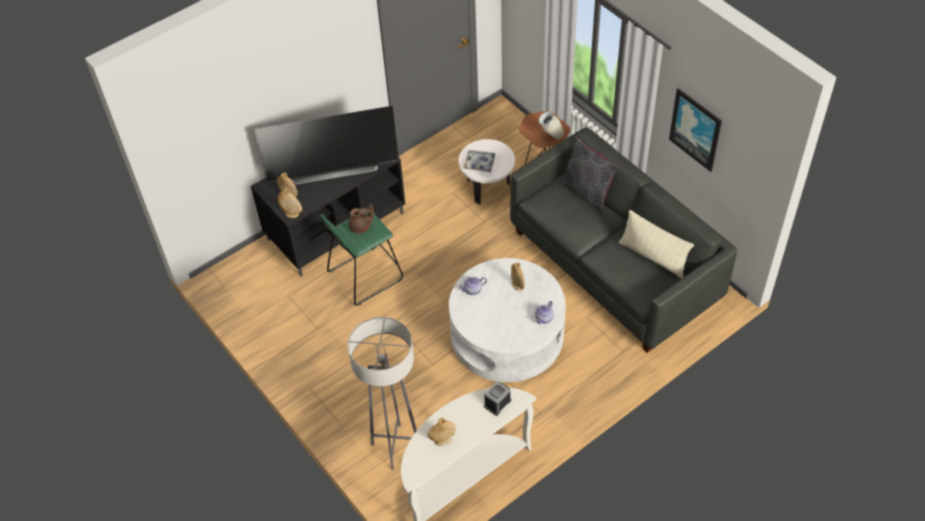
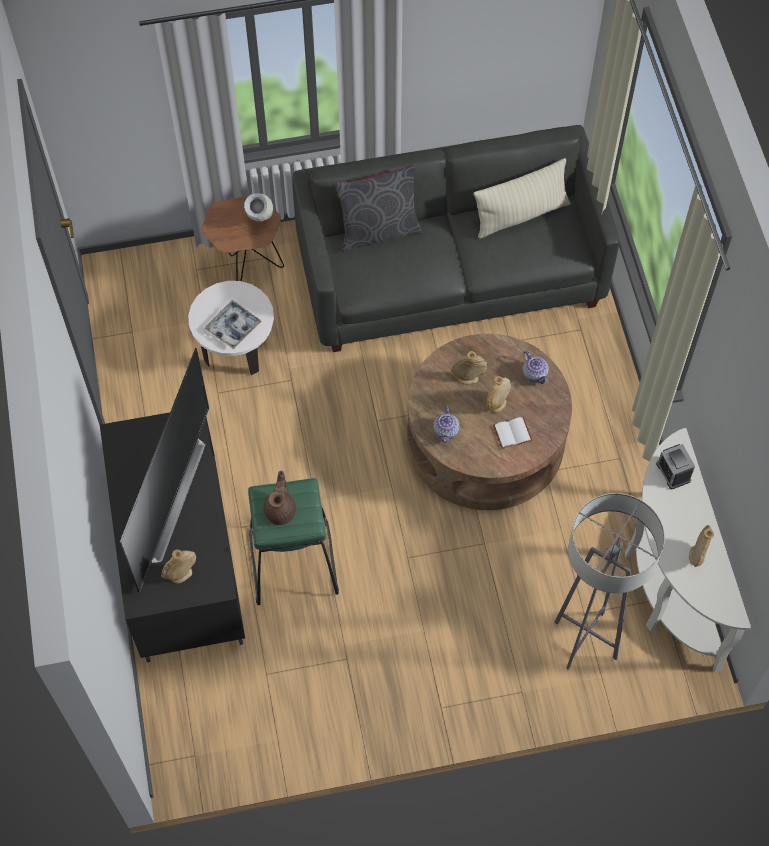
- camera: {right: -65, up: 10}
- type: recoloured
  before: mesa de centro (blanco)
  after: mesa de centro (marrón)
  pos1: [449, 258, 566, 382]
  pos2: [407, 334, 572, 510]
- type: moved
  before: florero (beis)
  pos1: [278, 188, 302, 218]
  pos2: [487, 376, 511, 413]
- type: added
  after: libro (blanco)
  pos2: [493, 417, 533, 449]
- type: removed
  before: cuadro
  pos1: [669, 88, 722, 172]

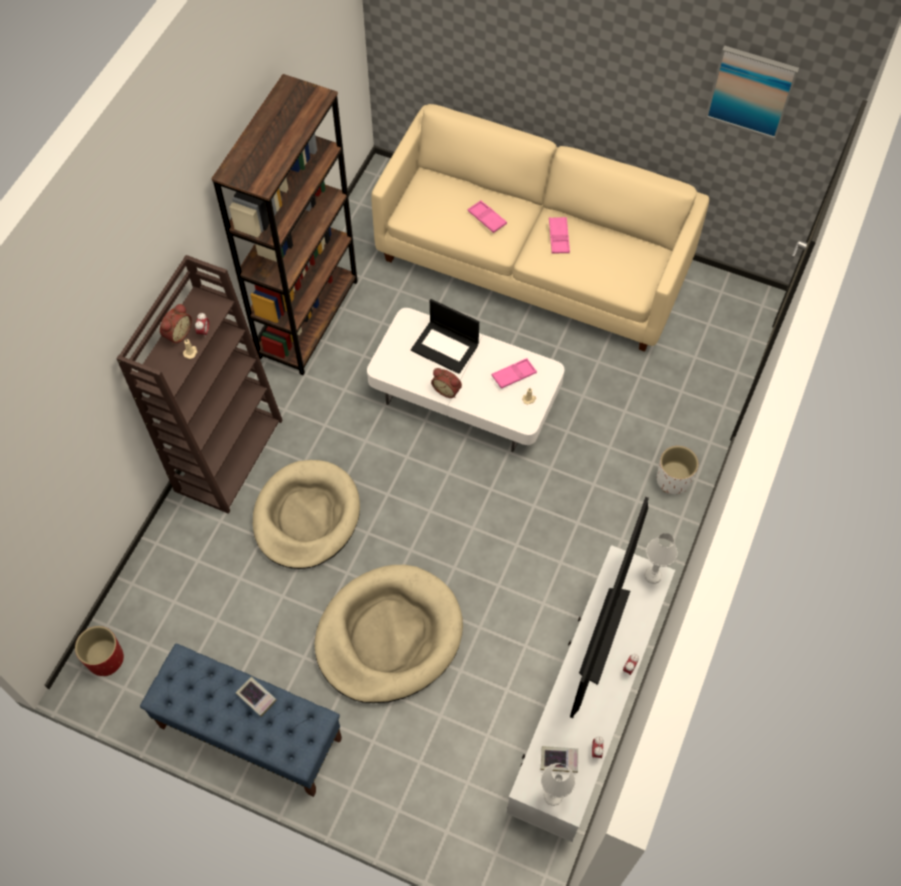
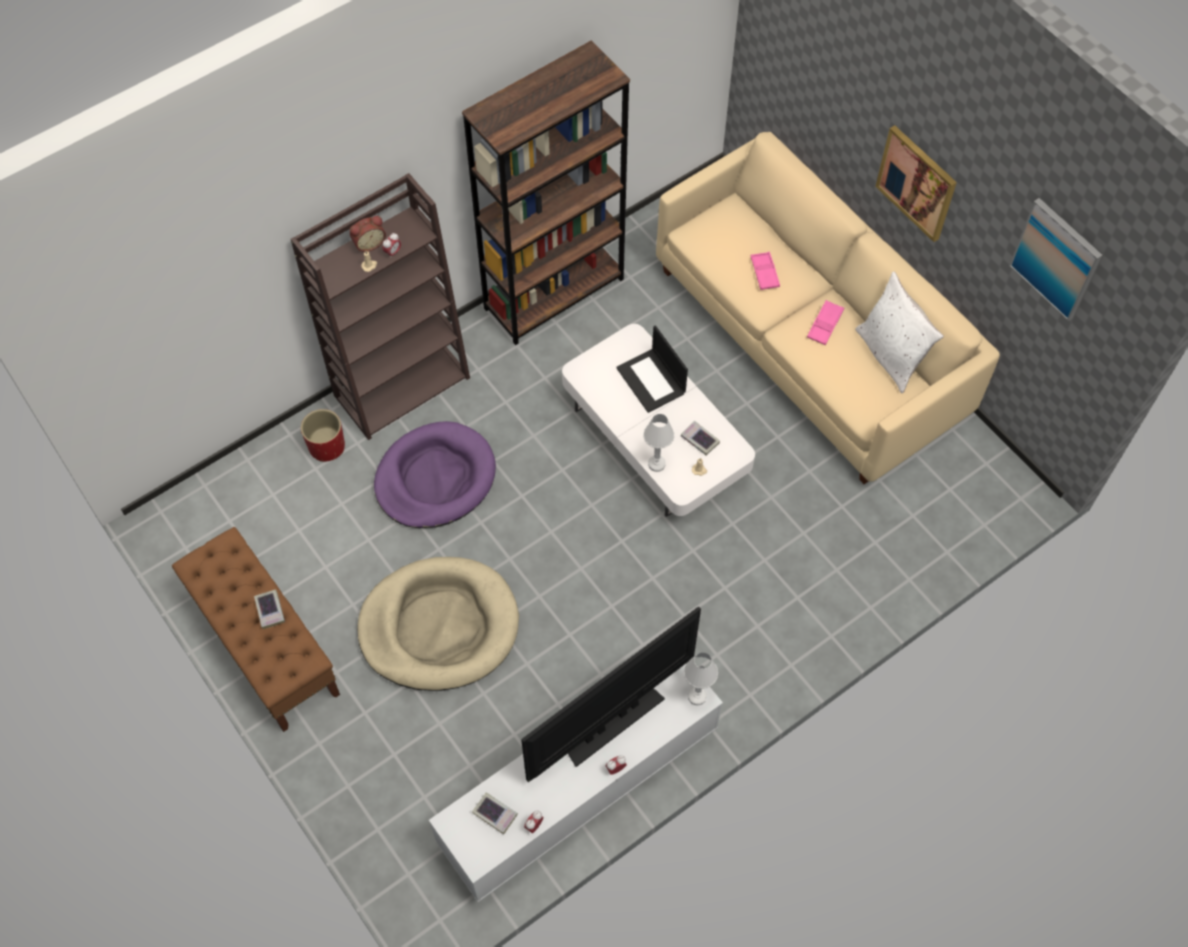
- camera: {right: 30, up: 0}
- type: recoloured
  before: banco (azul)
  after: banco (marrón)
  pos1: [140, 643, 342, 797]
  pos2: [172, 527, 340, 732]
- type: moved
  before: maceta (rojo)
  pos1: [75, 626, 124, 676]
  pos2: [301, 409, 345, 462]
- type: recoloured
  before: cama para perro (beis)
  after: cama para perro (morado)
  pos1: [253, 460, 360, 569]
  pos2: [374, 421, 496, 528]
- type: moved
  before: lámpara de mesa (blanco)
  pos1: [541, 763, 575, 806]
  pos2: [644, 414, 674, 472]
- type: replaced
  before: bandeja (rosa)
  after: libro
  pos1: [492, 358, 537, 389]
  pos2: [681, 421, 720, 455]
- type: added
  after: cojín (blanco)
  pos2: [855, 271, 944, 393]
- type: added
  after: cuadro
  pos2: [875, 125, 957, 242]
- type: removed
  before: despertador
  pos1: [431, 368, 462, 398]
- type: removed
  before: maceta (blanco)
  pos1: [657, 446, 698, 494]

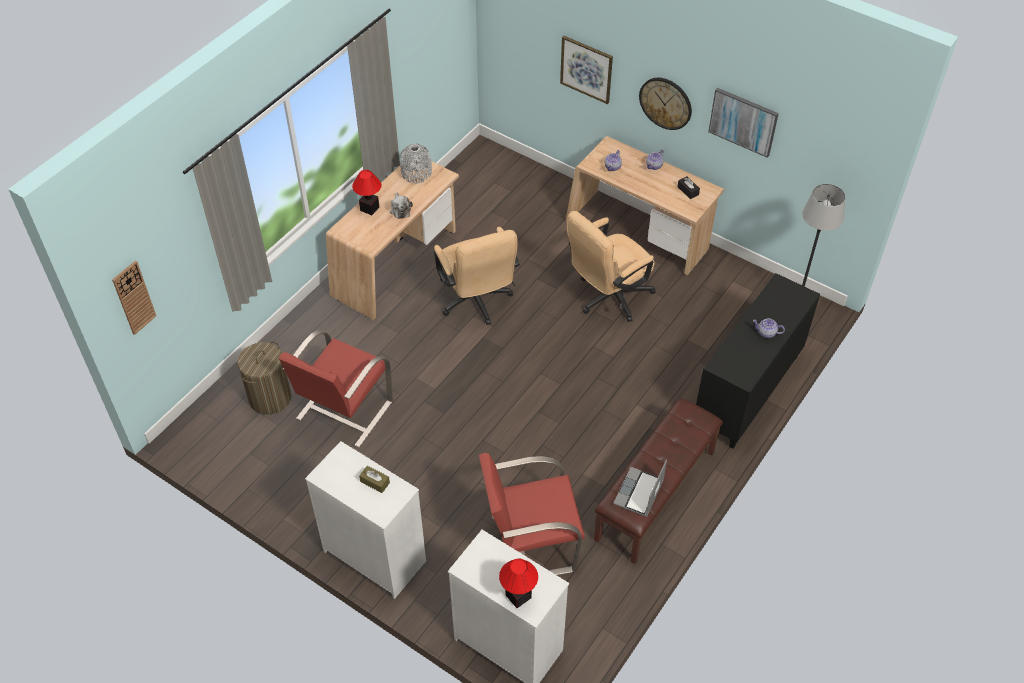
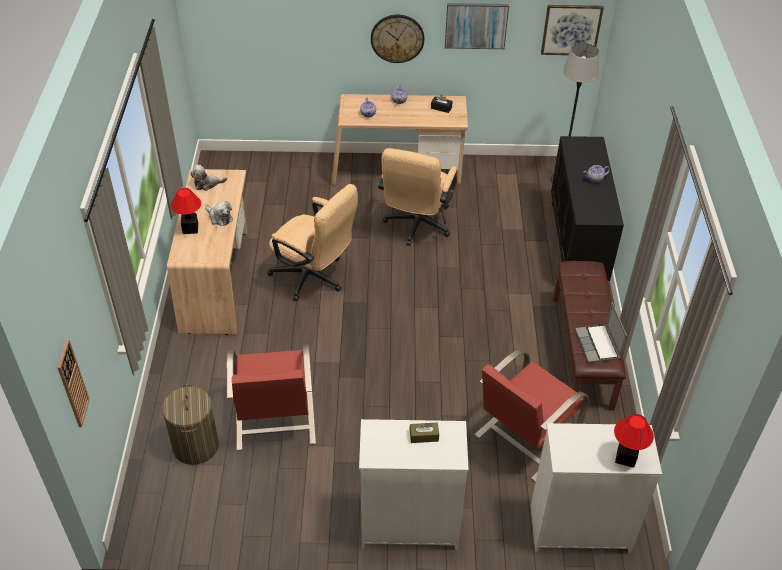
- camera: {right: -35, up: -5}
- type: replaced
  before: florero (gris)
  after: peluche
  pos1: [400, 143, 432, 184]
  pos2: [190, 165, 227, 191]
- type: moved
  before: cuadro
  pos1: [560, 36, 613, 104]
  pos2: [541, 5, 604, 55]

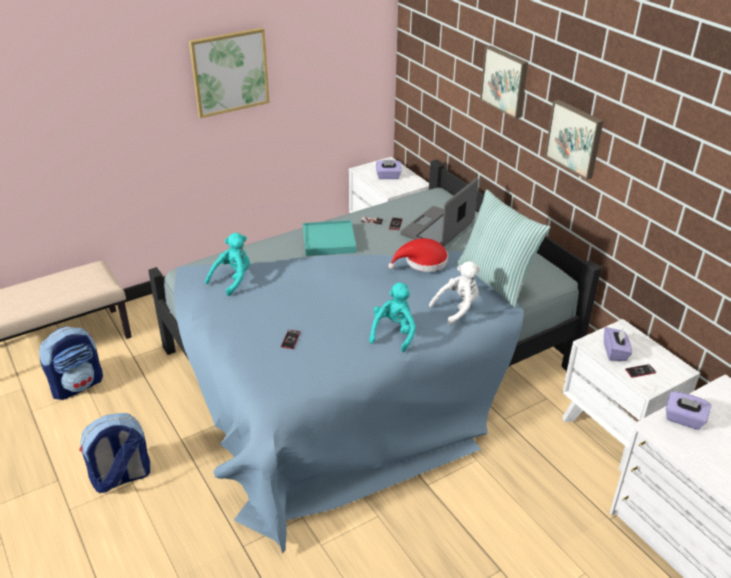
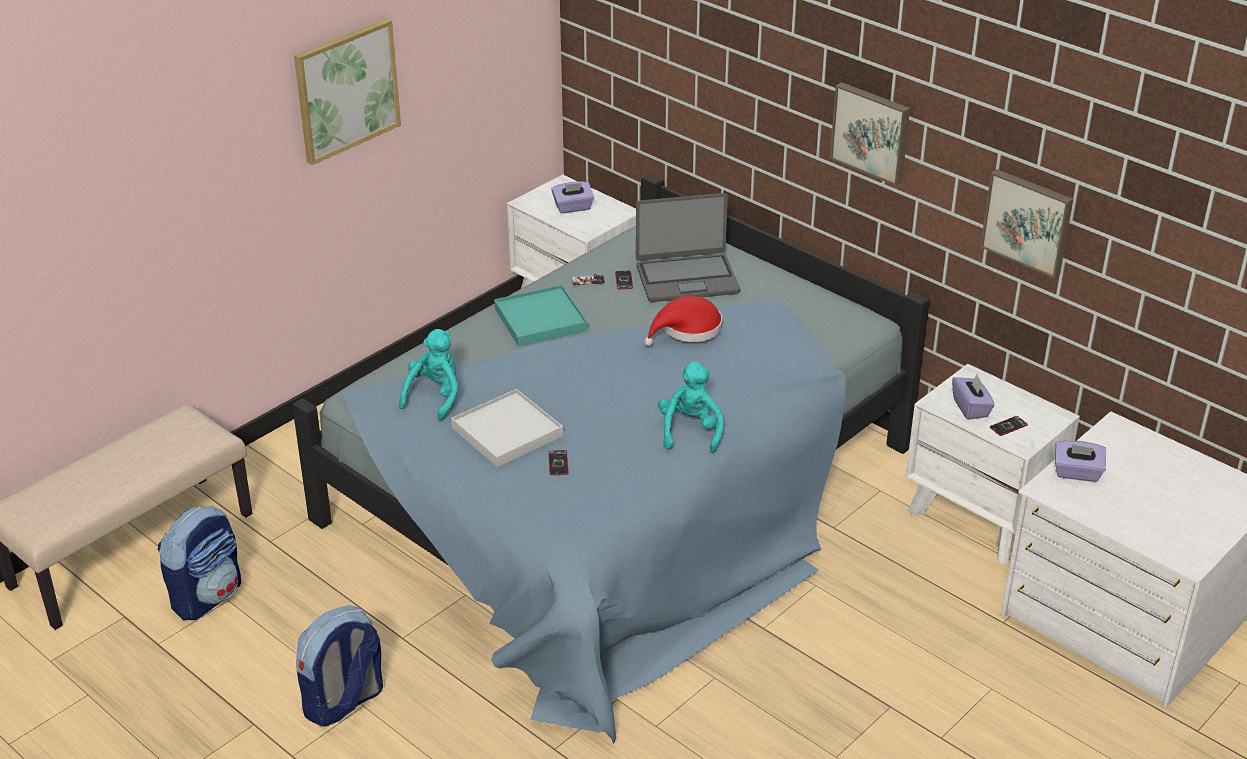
- camera: {right: -15, up: 0}
- type: added
  after: bandeja (blanco)
  pos2: [451, 389, 563, 467]
- type: turned
  before: portátil
  pos1: [400, 178, 479, 247]
  pos2: [636, 193, 740, 302]
  turn: -120
- type: moved
  before: cuadro
  pos1: [480, 45, 528, 119]
  pos2: [980, 169, 1073, 278]
- type: removed
  before: peluche (blanco)
  pos1: [429, 261, 481, 325]
- type: removed
  before: cojín
  pos1: [456, 190, 550, 308]

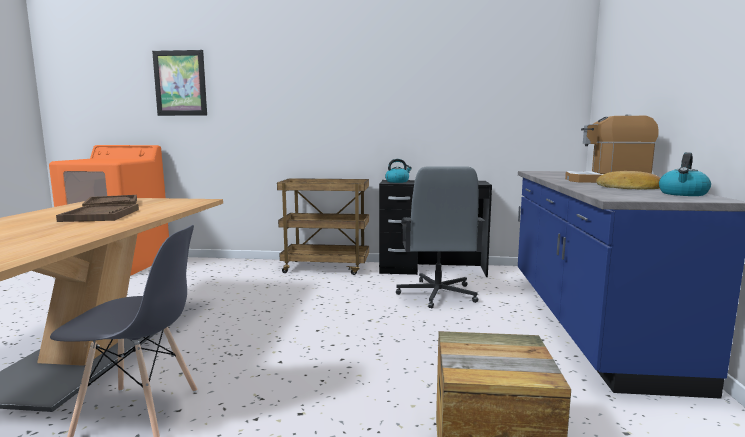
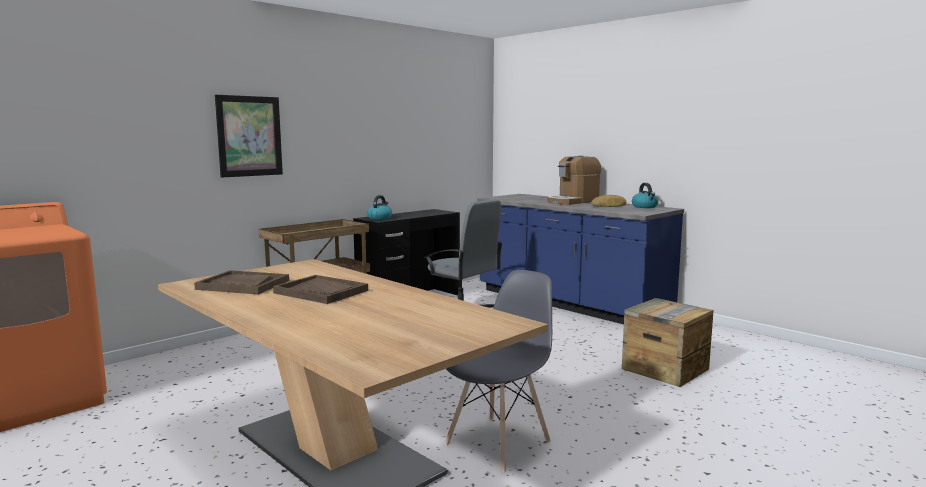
- camera: {right: -50, up: 0}
- type: moved
  before: cuadro
  pos1: [152, 50, 207, 116]
  pos2: [215, 95, 283, 178]

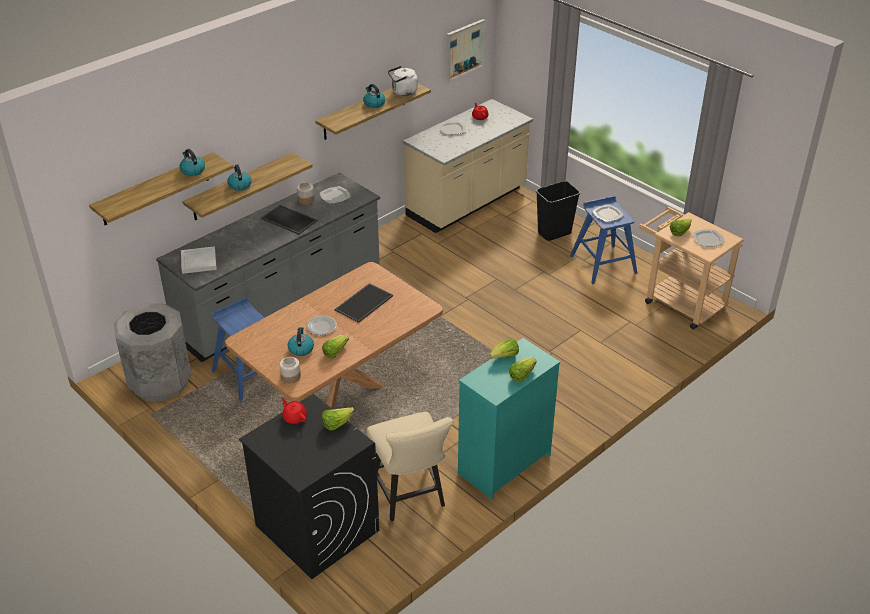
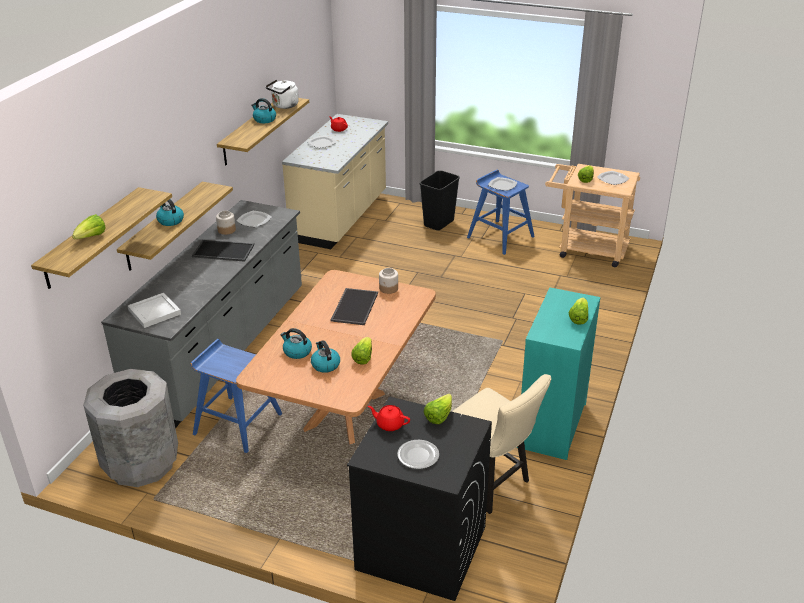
- camera: {right: -25, up: -5}
- type: moved
  before: lechuga
  pos1: [489, 338, 519, 359]
  pos2: [72, 214, 105, 239]
- type: moved
  before: hervidor
  pos1: [180, 149, 205, 176]
  pos2: [280, 328, 312, 359]
- type: moved
  before: tarro
  pos1: [280, 357, 301, 383]
  pos2: [379, 268, 398, 294]
- type: moved
  before: plato
  pos1: [306, 316, 337, 335]
  pos2: [397, 440, 439, 469]
- type: removed
  before: cuadro
  pos1: [447, 19, 485, 81]

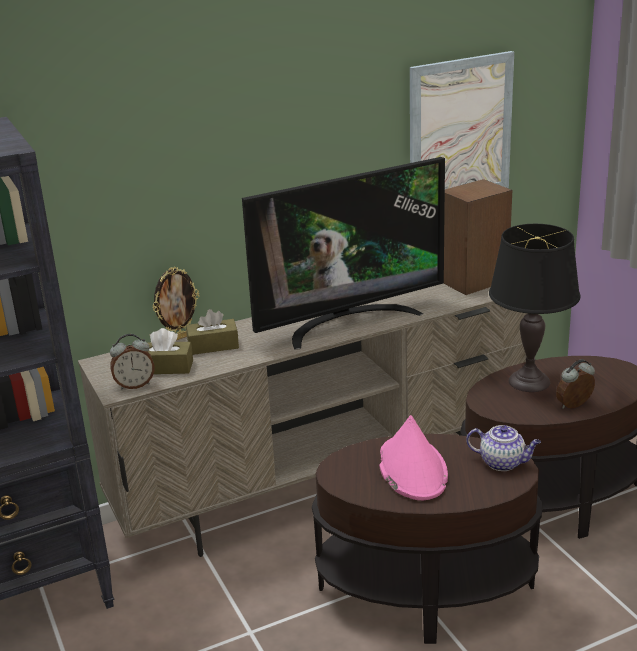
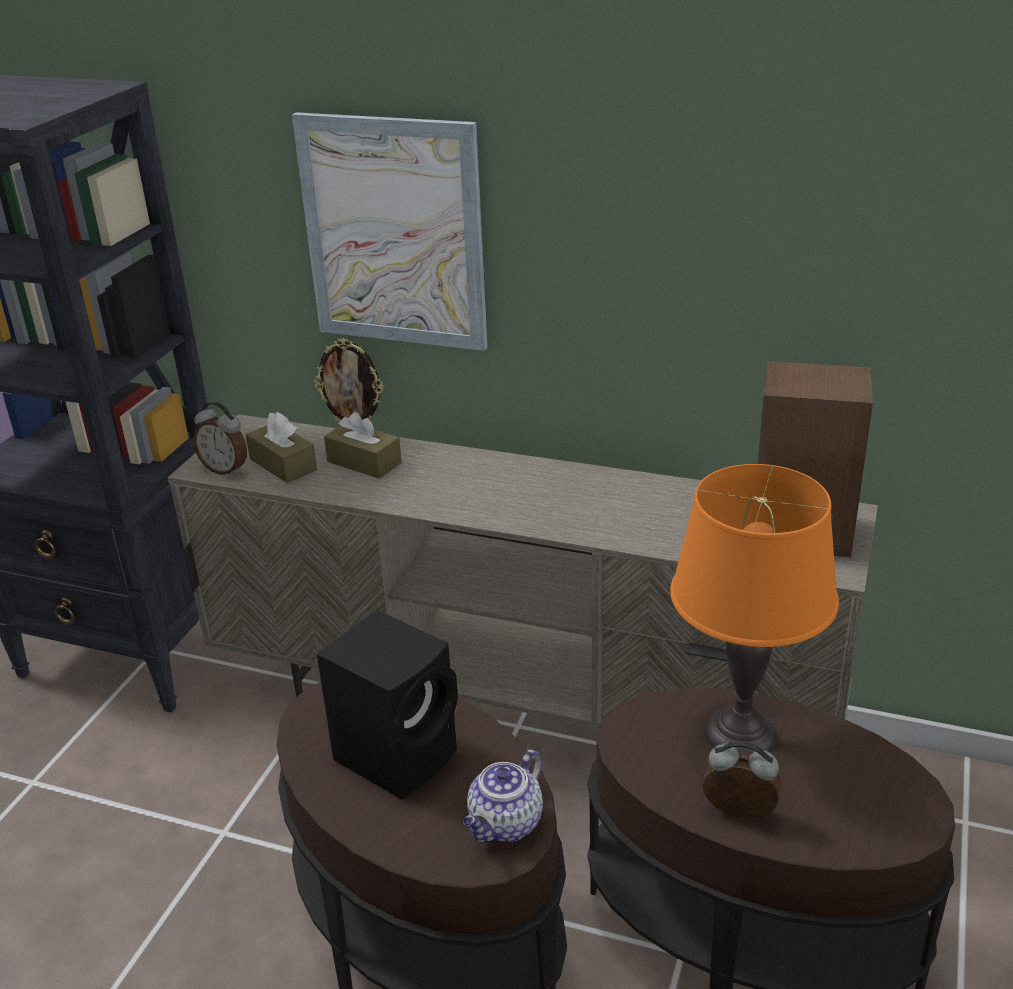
- camera: {right: 45, up: 5}
- type: moved
  before: cuadro
  pos1: [410, 51, 514, 189]
  pos2: [292, 112, 487, 351]
- type: replaced
  before: sombrero (rosa)
  after: altavoz (negro)
  pos1: [379, 415, 448, 501]
  pos2: [317, 610, 458, 800]
- type: turned
  before: tetera
  pos1: [466, 425, 541, 471]
  pos2: [463, 750, 543, 843]
  turn: 60
- type: recoloured
  before: lámpara de mesa (negro)
  after: lámpara de mesa (naranja)
  pos1: [489, 224, 580, 392]
  pos2: [670, 464, 839, 754]
- type: removed
  before: televisor
  pos1: [242, 157, 445, 350]

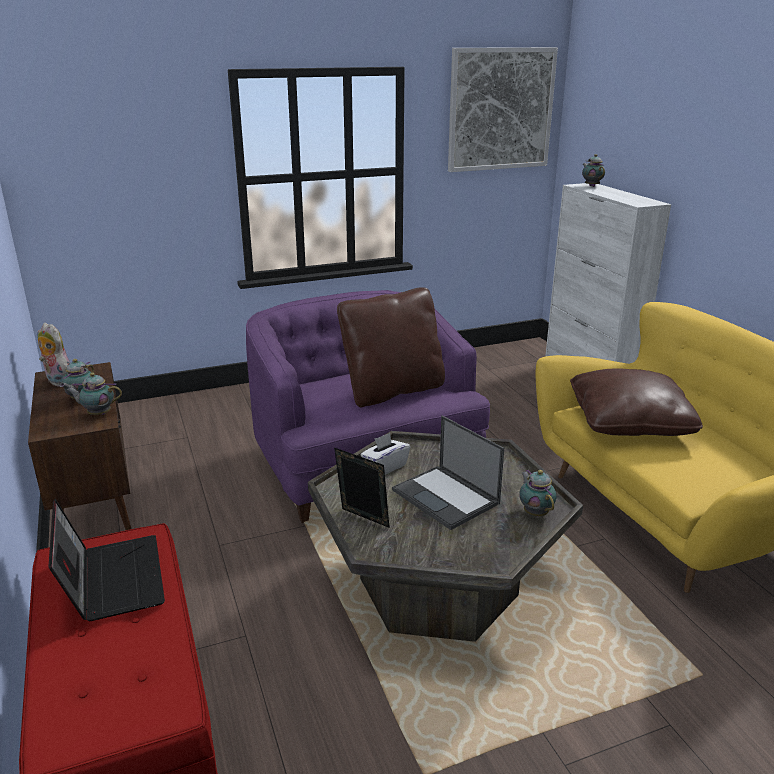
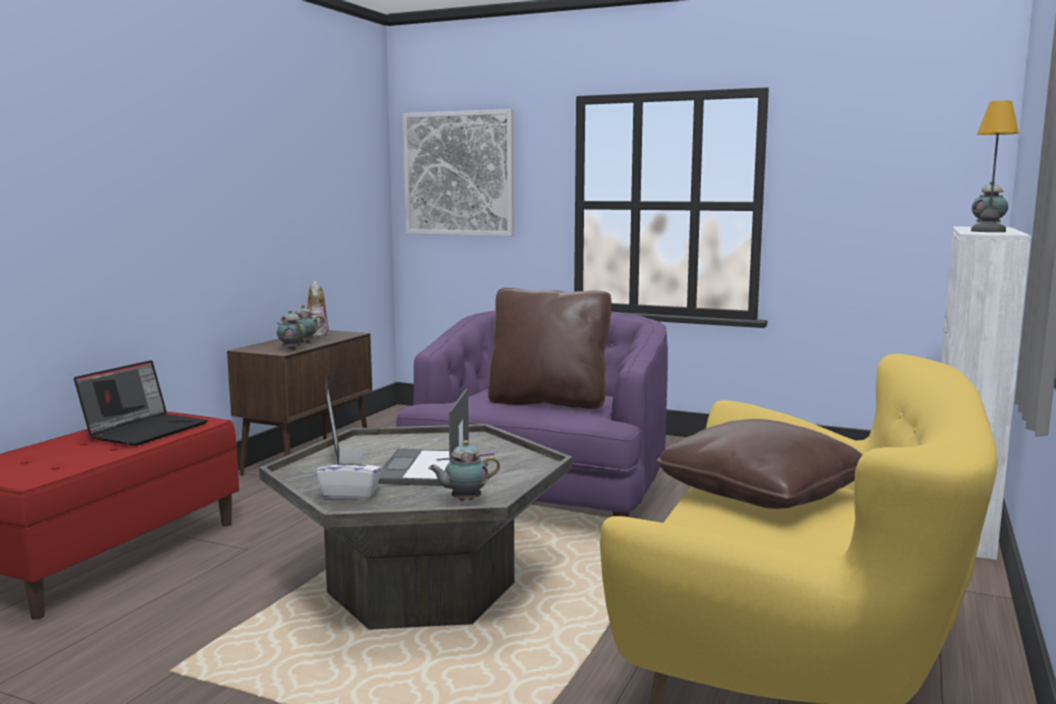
- camera: {right: 45, up: -15}
- type: moved
  before: caja de pañuelos (blanco)
  pos1: [361, 433, 410, 475]
  pos2: [316, 448, 382, 499]
- type: moved
  before: cuadro
  pos1: [448, 47, 558, 172]
  pos2: [403, 109, 514, 236]
- type: turned
  before: tetera
  pos1: [519, 469, 557, 516]
  pos2: [428, 440, 500, 501]
  turn: -135
- type: added
  after: lámpara de mesa
  pos2: [971, 101, 1019, 232]

